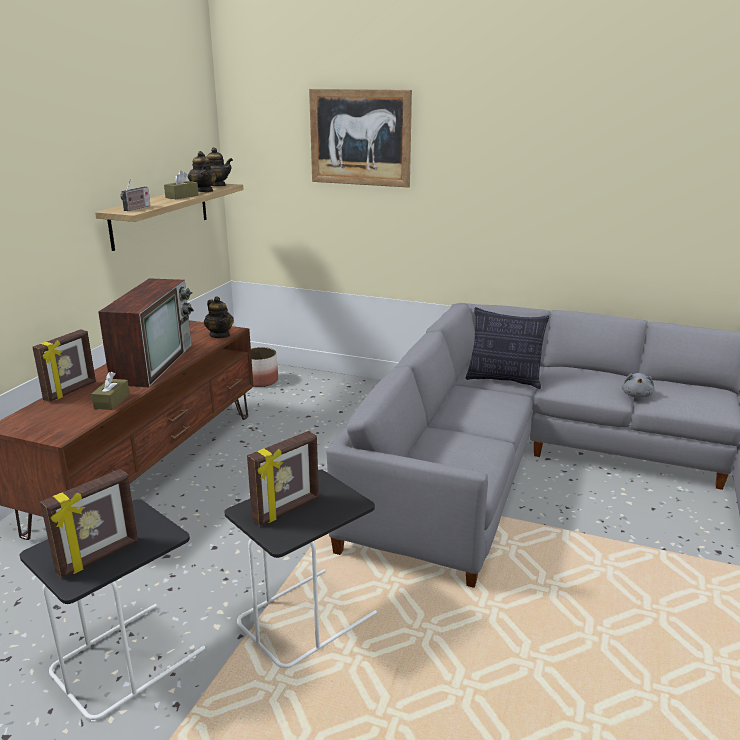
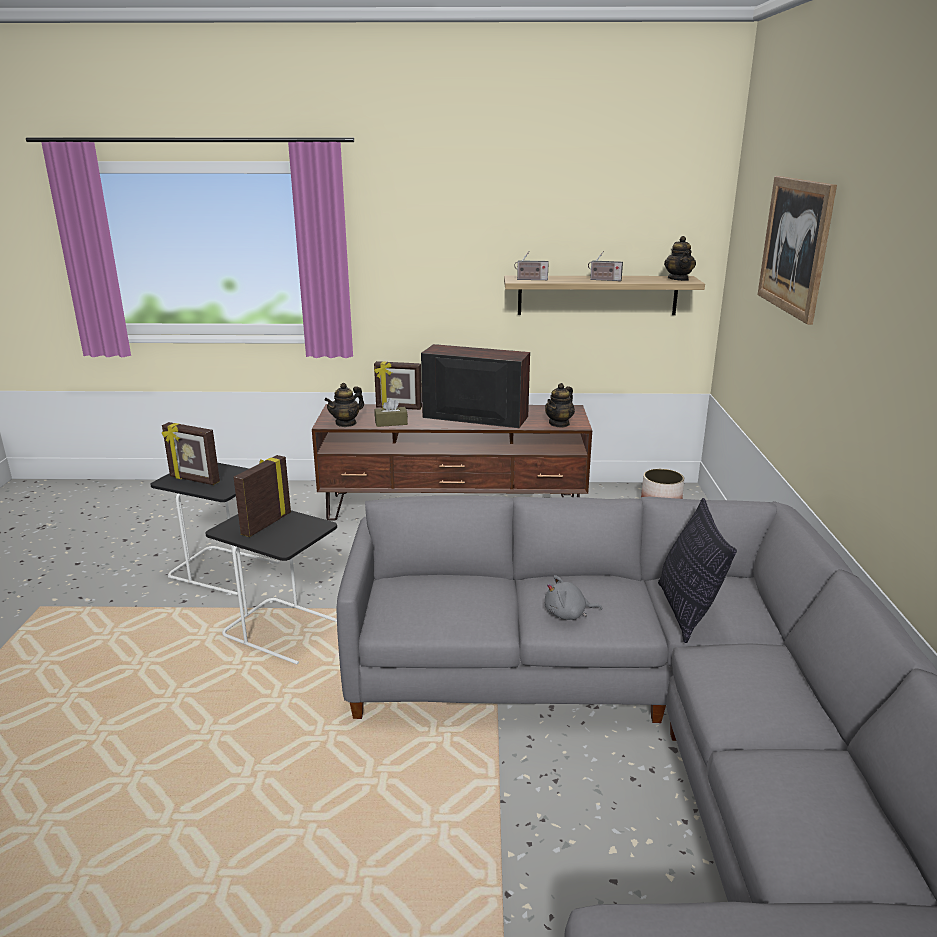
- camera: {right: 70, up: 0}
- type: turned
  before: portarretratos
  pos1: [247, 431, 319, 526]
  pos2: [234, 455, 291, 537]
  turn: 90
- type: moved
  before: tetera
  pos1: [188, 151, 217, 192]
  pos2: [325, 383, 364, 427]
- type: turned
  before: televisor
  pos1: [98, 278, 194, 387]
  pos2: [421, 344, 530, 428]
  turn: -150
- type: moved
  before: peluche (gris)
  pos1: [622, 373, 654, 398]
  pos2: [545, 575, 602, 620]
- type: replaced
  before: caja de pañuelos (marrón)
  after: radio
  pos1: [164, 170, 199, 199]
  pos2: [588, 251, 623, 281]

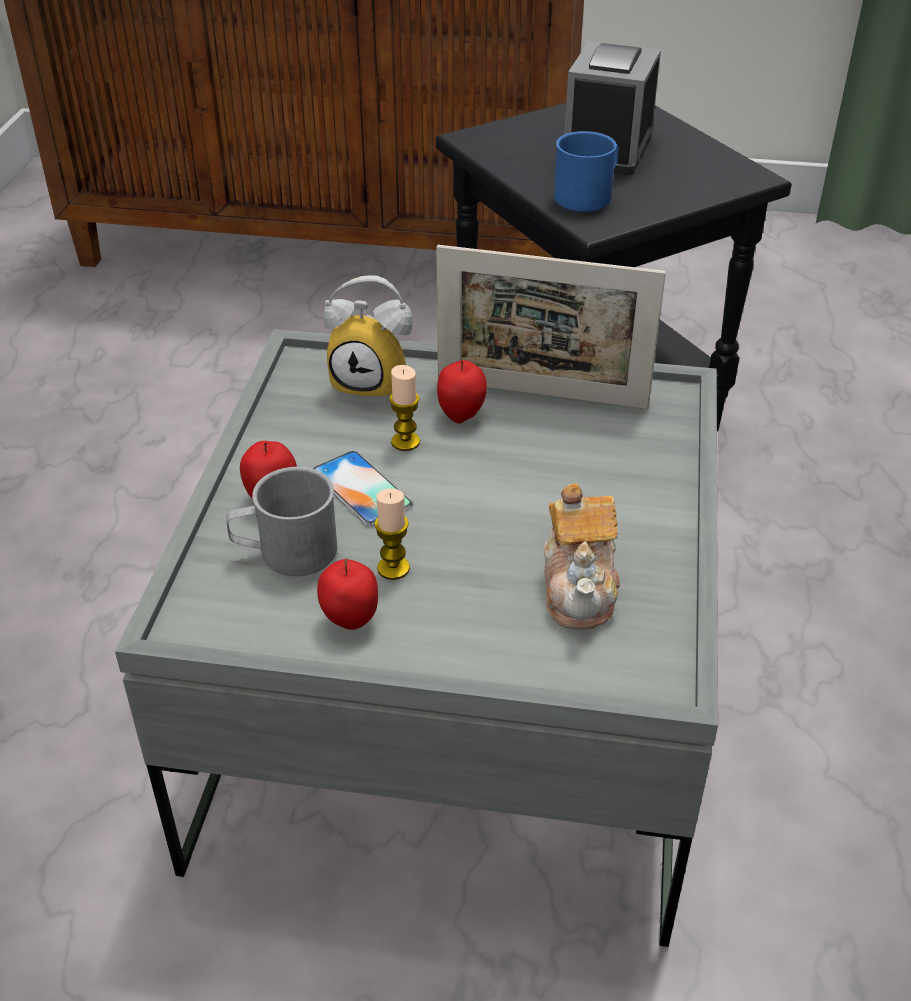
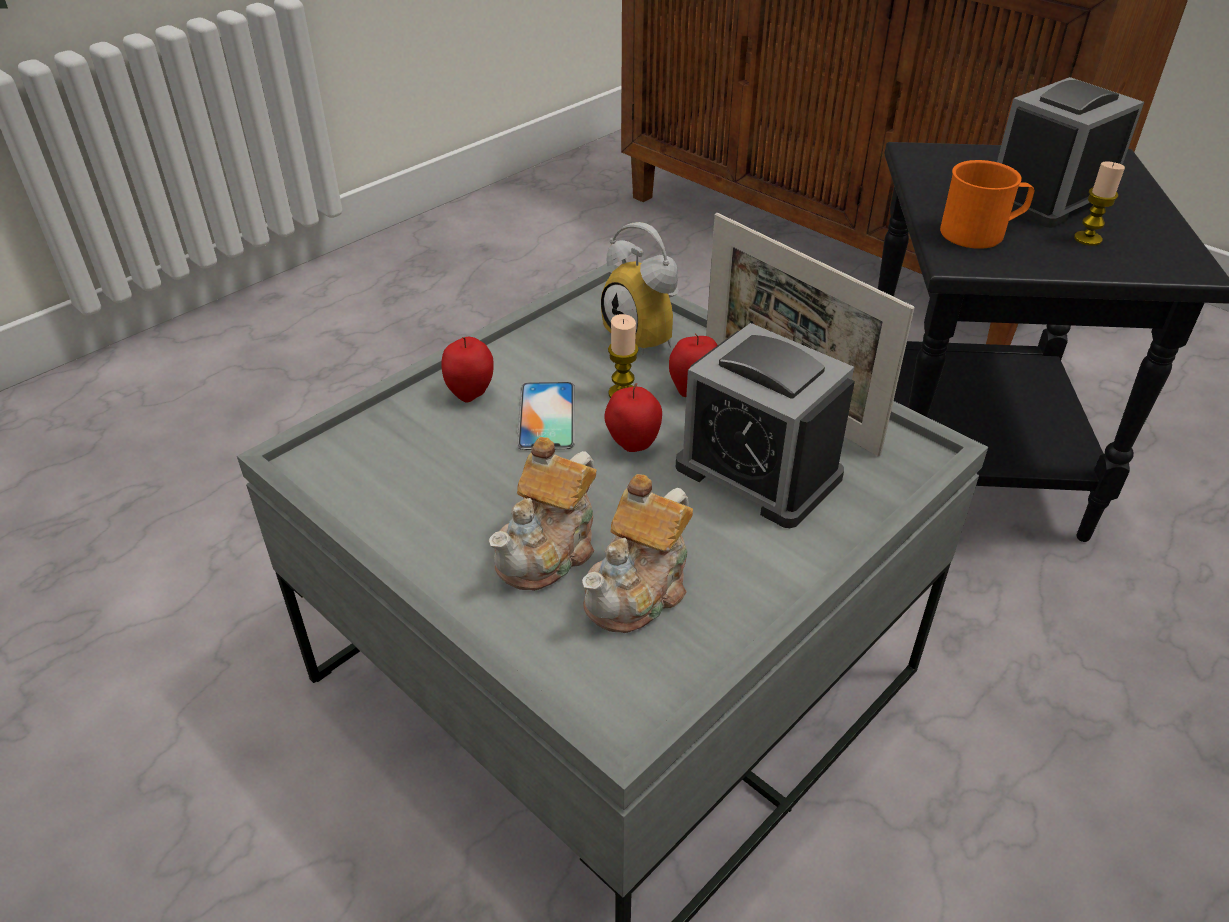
- camera: {right: 35, up: 0}
- type: added
  after: tetera
  pos2: [489, 437, 596, 591]
- type: moved
  before: manzana
  pos1: [317, 558, 378, 630]
  pos2: [604, 383, 662, 452]
- type: added
  after: despertador
  pos2: [675, 323, 855, 528]
- type: recoloured
  before: taza grande (azul)
  after: taza grande (naranja)
  pos1: [554, 131, 619, 212]
  pos2: [940, 160, 1034, 249]
- type: moved
  before: vela
  pos1: [374, 488, 410, 580]
  pos2: [1074, 161, 1125, 246]
- type: removed
  before: taza grande (gris)
  pos1: [227, 467, 337, 576]

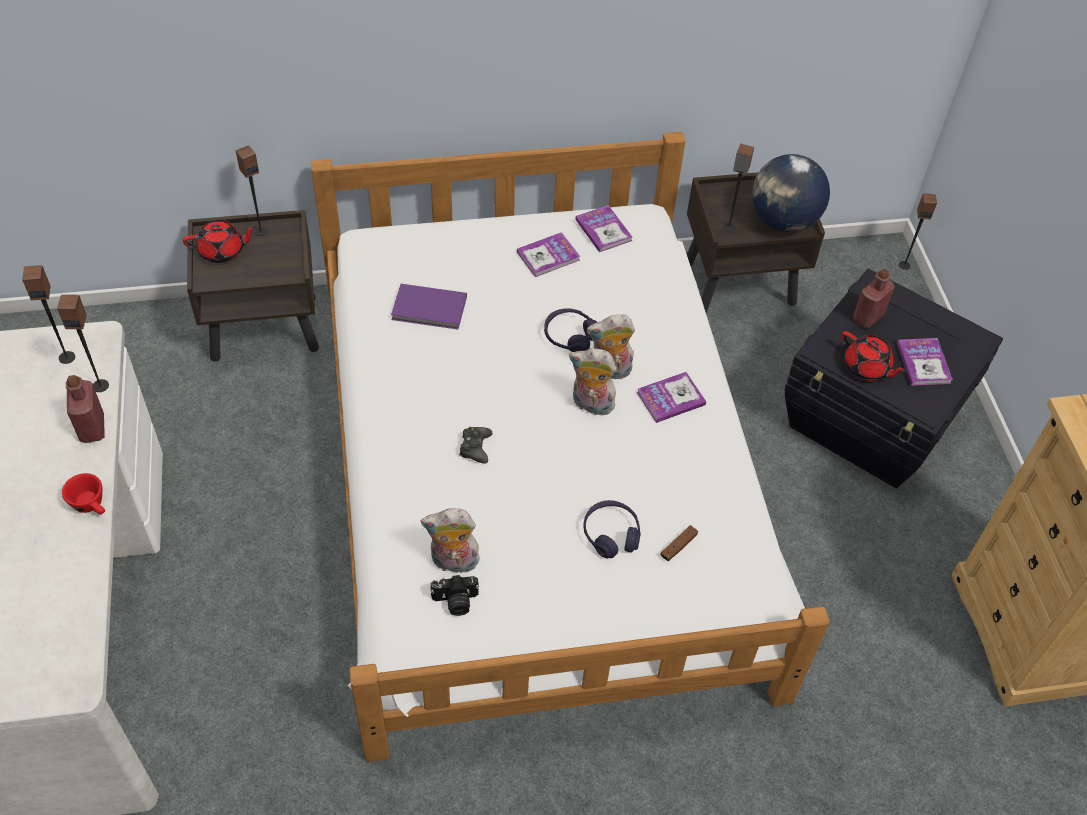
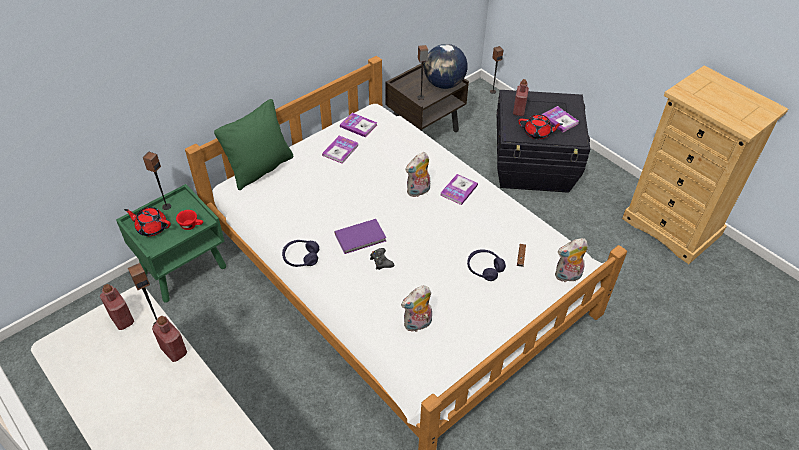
- camera: {right: -30, up: -5}
- type: replaced
  before: altavoz
  after: botella (rojo)
  pos1: [22, 265, 75, 364]
  pos2: [100, 284, 134, 330]
- type: recoloured
  before: mesita de noche (marrón)
  after: mesita de noche (verde)
  pos1: [187, 210, 319, 362]
  pos2: [116, 184, 226, 303]
- type: turned
  before: tetera (rojo)
  pos1: [183, 220, 257, 263]
  pos2: [124, 207, 171, 236]
  turn: -120
- type: moved
  before: taza (rojo)
  pos1: [62, 473, 105, 514]
  pos2: [176, 210, 203, 230]
- type: added
  after: cojín (verde)
  pos2: [214, 99, 293, 190]
- type: moved
  before: auriculares (morado)
  pos1: [544, 308, 597, 352]
  pos2: [282, 240, 319, 267]
- type: moved
  before: libro (morado)
  pos1: [391, 284, 467, 330]
  pos2: [334, 219, 386, 254]
- type: moved
  before: peluche
  pos1: [569, 348, 616, 415]
  pos2: [555, 238, 588, 282]
- type: removed
  before: cámara
  pos1: [430, 575, 479, 616]

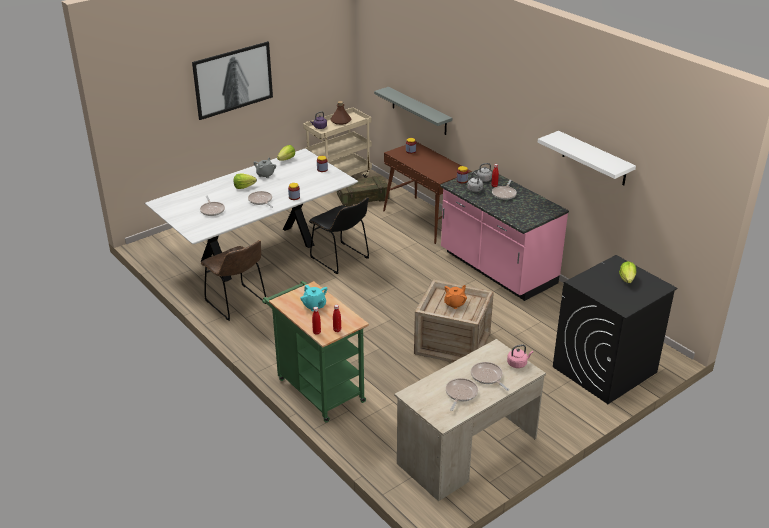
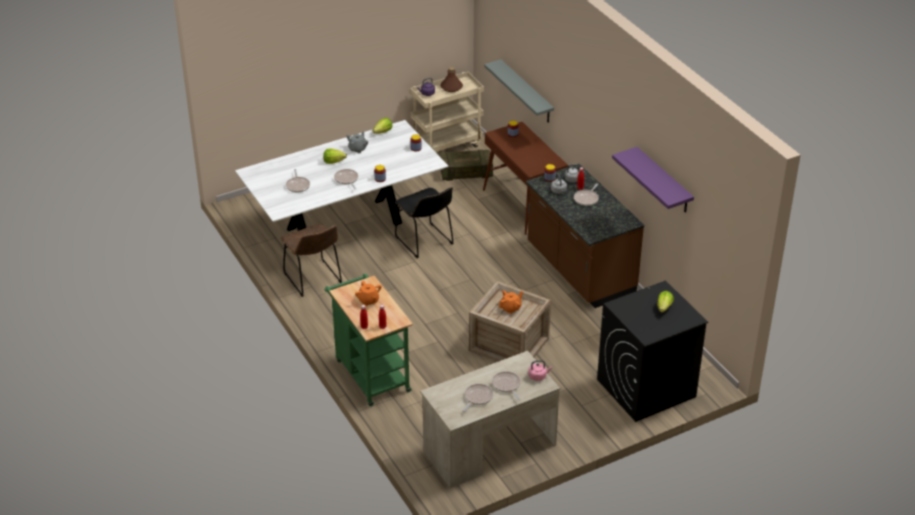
- camera: {right: 10, up: 5}
- type: recoloured
  before: tetera (turquesa)
  after: tetera (naranja)
  pos1: [300, 285, 327, 312]
  pos2: [355, 281, 381, 306]
- type: recoloured
  before: mueble bajo de cocina (rosa)
  after: mueble bajo de cocina (marrón)
  pos1: [440, 167, 569, 301]
  pos2: [526, 164, 644, 308]
- type: recoloured
  before: estante (blanco)
  after: estante (morado)
  pos1: [538, 131, 636, 185]
  pos2: [612, 147, 694, 213]
- type: removed
  before: cuadro
  pos1: [192, 41, 273, 120]

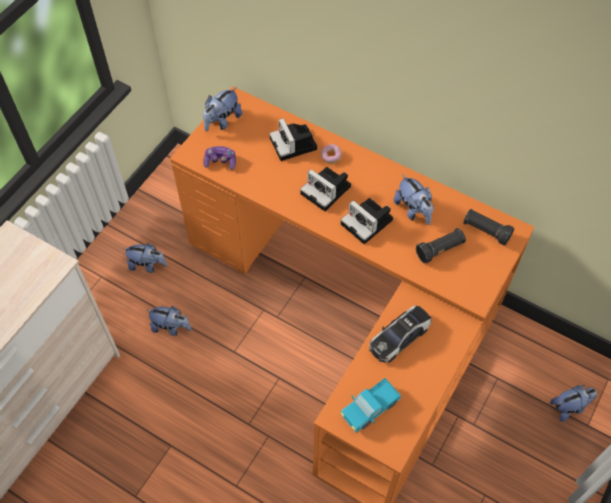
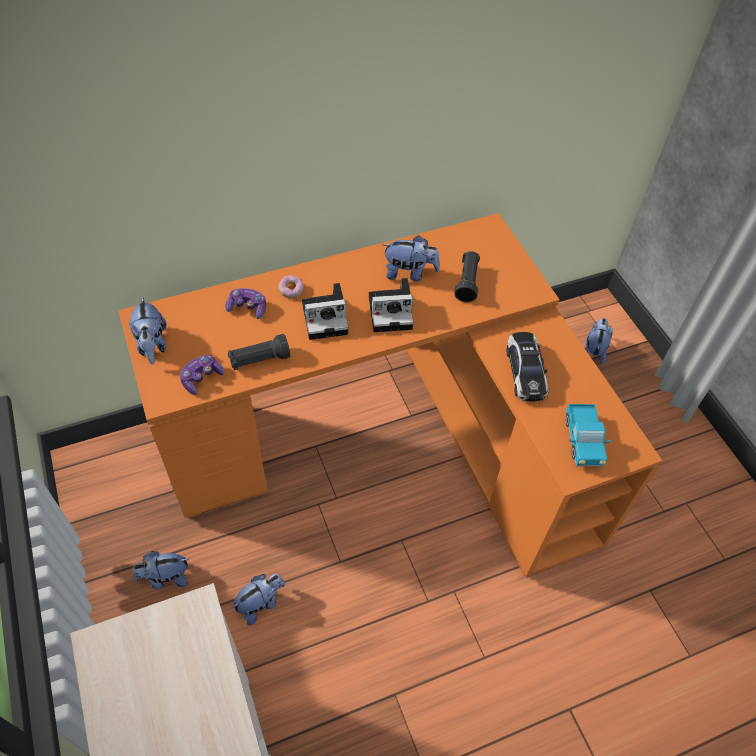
- camera: {right: -55, up: -5}
- type: turned
  before: peluche
  pos1: [123, 243, 167, 273]
  pos2: [132, 551, 189, 590]
  turn: -150
- type: replaced
  before: cámara
  after: mando de consola
  pos1: [269, 118, 317, 161]
  pos2: [225, 288, 266, 319]
- type: moved
  before: linterna (negro)
  pos1: [463, 209, 514, 246]
  pos2: [228, 334, 290, 370]

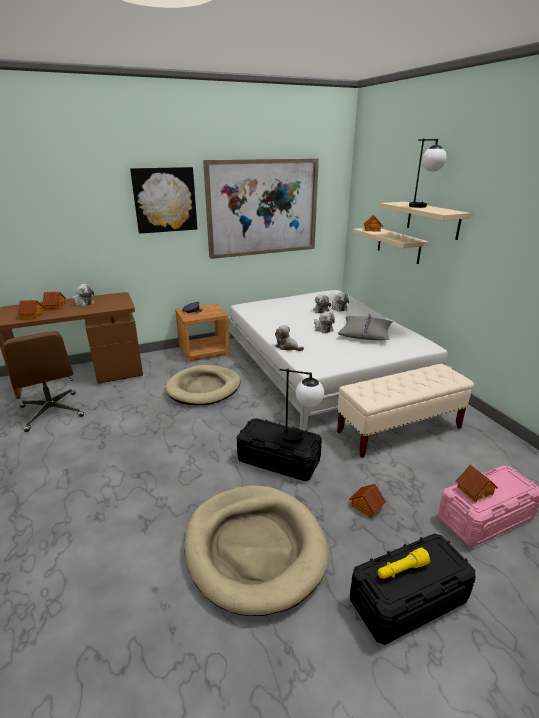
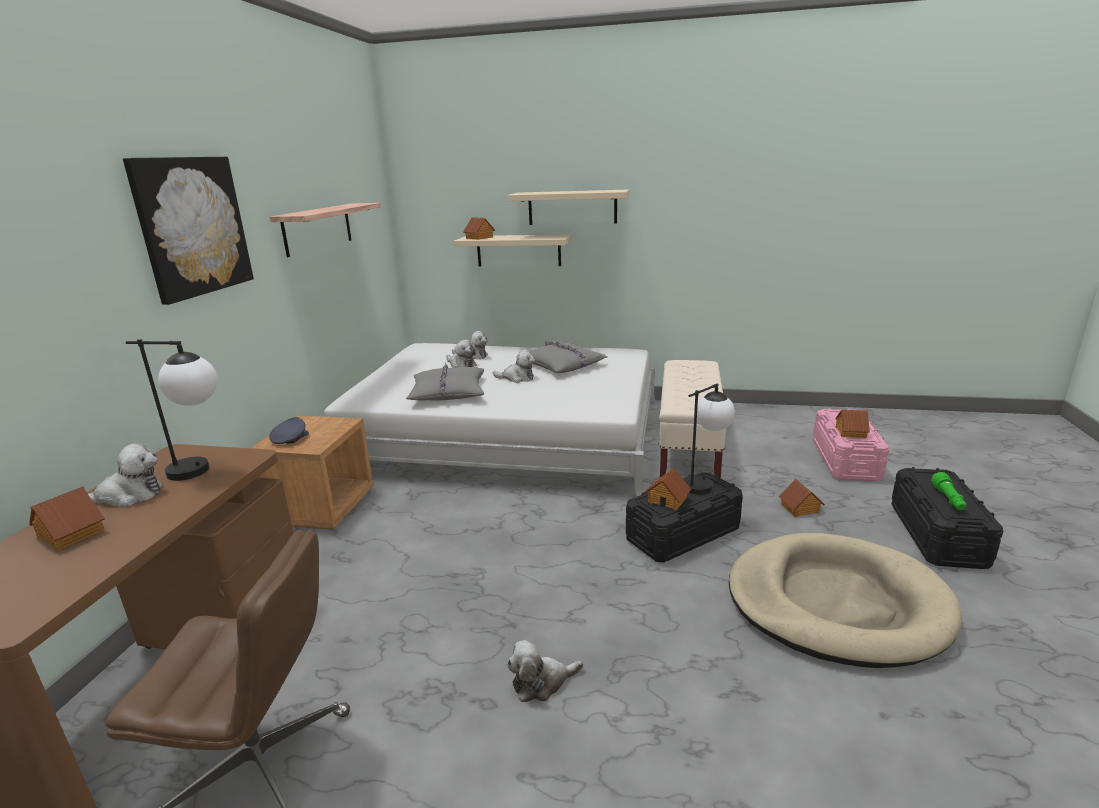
- camera: {right: -55, up: -5}
- type: moved
  before: lámpara de mesa
  pos1: [409, 138, 447, 208]
  pos2: [126, 339, 217, 481]
- type: replaced
  before: cuadro
  after: estante
  pos1: [203, 158, 319, 259]
  pos2: [270, 203, 381, 257]
- type: added
  after: cojín (gris)
  pos2: [406, 363, 484, 401]
- type: moved
  before: peluche
  pos1: [275, 325, 304, 351]
  pos2: [507, 640, 583, 702]
- type: moved
  before: casita
  pos1: [18, 300, 44, 319]
  pos2: [644, 468, 691, 510]
- type: recoloured
  before: linterna (amarillo)
  after: linterna (verde)
  pos1: [378, 547, 431, 579]
  pos2: [931, 472, 967, 510]
- type: removed
  before: cama para perro (beis)
  pos1: [165, 365, 241, 405]

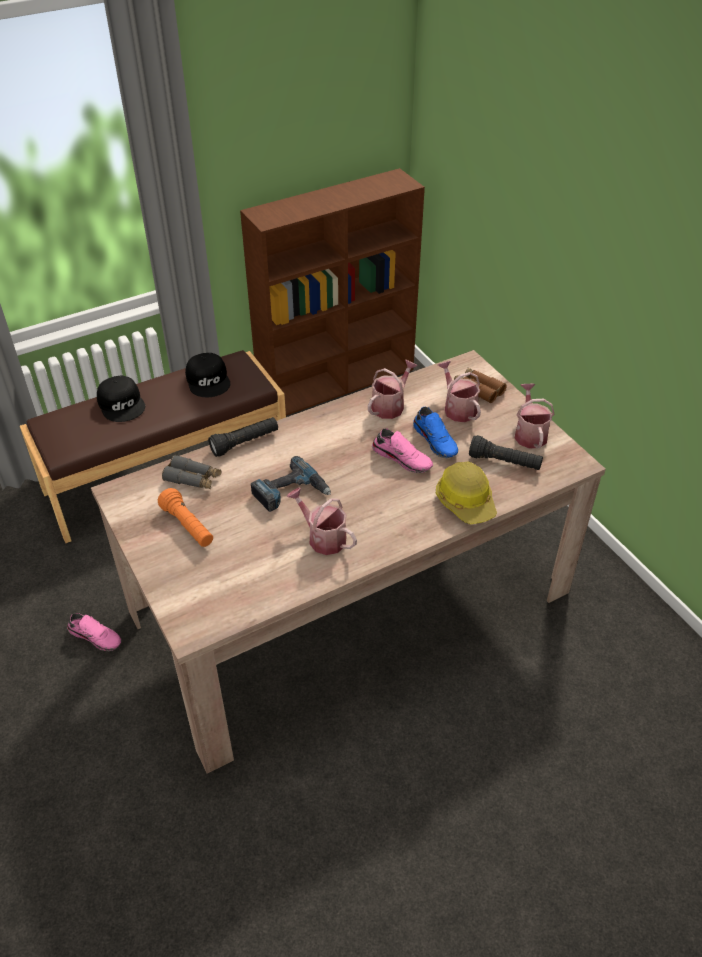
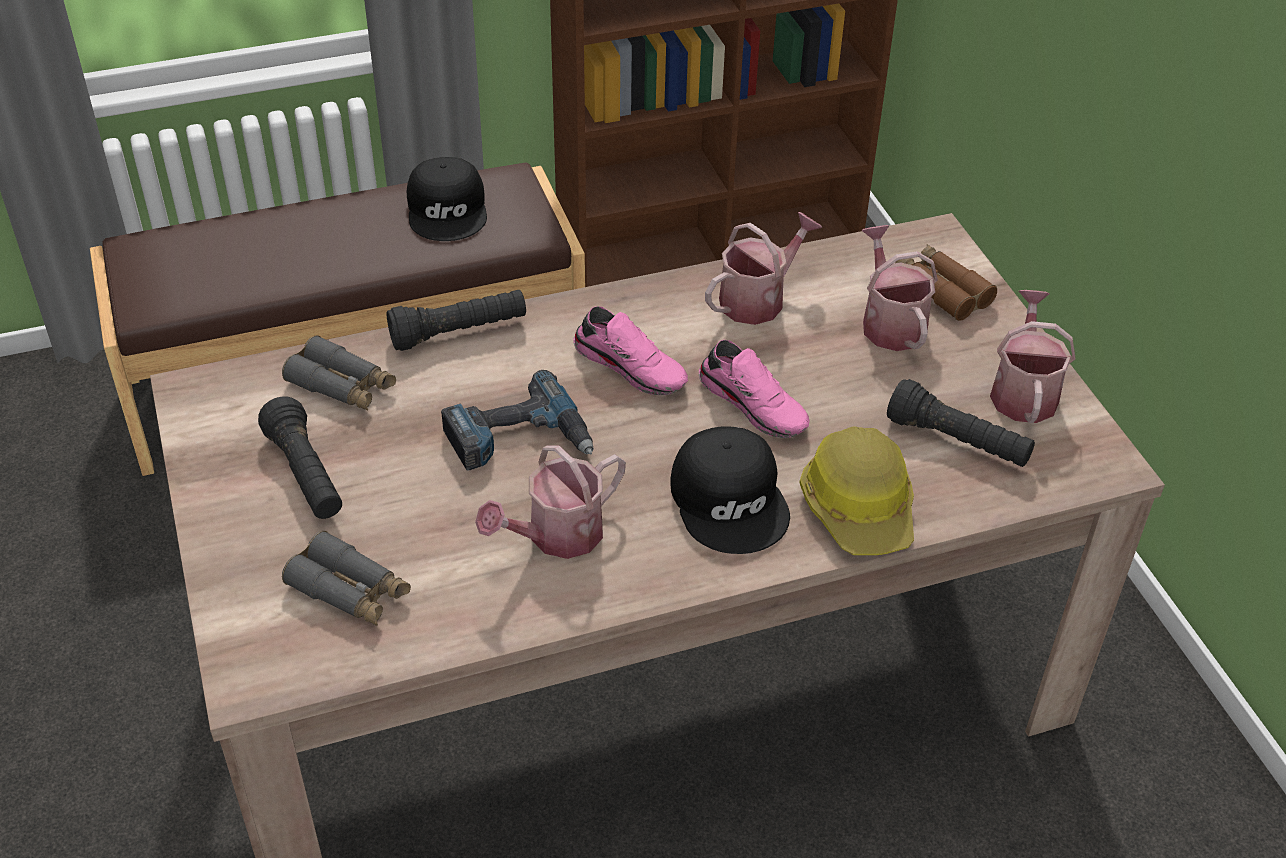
- camera: {right: 10, up: 0}
- type: recoloured
  before: linterna (naranja)
  after: linterna (negro)
  pos1: [158, 488, 213, 547]
  pos2: [258, 396, 342, 519]
- type: added
  after: prismáticos (gris)
  pos2: [282, 531, 411, 626]
- type: turned
  before: regadera
  pos1: [287, 487, 357, 555]
  pos2: [475, 445, 626, 559]
  turn: -90
- type: moved
  before: zapato (rosa)
  pos1: [67, 613, 121, 651]
  pos2: [573, 306, 688, 395]
- type: moved
  before: gorra (negro)
  pos1: [97, 376, 145, 422]
  pos2: [671, 426, 790, 554]
- type: removed
  before: zapato (azul)
  pos1: [413, 407, 458, 458]

